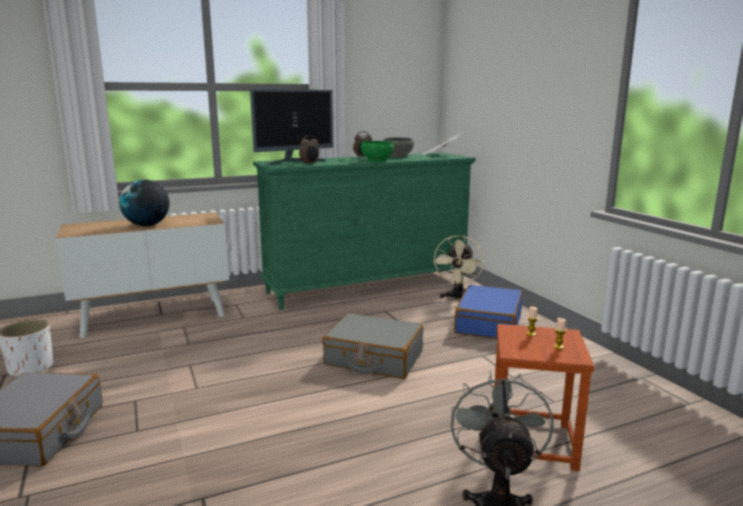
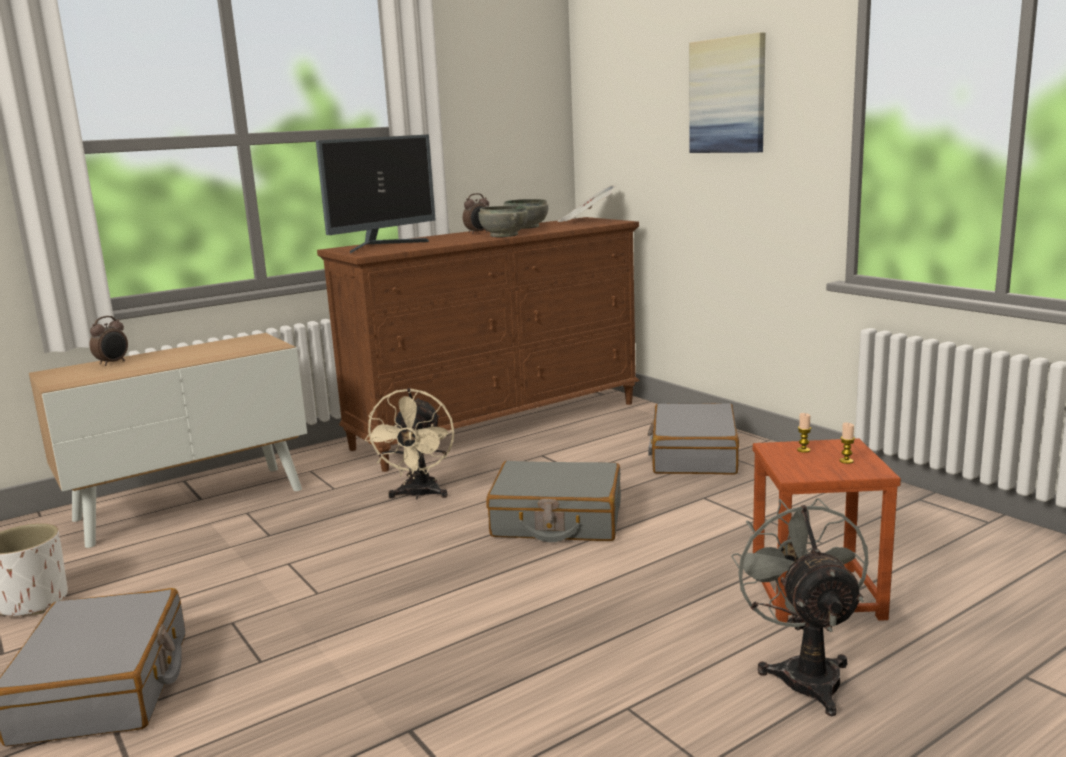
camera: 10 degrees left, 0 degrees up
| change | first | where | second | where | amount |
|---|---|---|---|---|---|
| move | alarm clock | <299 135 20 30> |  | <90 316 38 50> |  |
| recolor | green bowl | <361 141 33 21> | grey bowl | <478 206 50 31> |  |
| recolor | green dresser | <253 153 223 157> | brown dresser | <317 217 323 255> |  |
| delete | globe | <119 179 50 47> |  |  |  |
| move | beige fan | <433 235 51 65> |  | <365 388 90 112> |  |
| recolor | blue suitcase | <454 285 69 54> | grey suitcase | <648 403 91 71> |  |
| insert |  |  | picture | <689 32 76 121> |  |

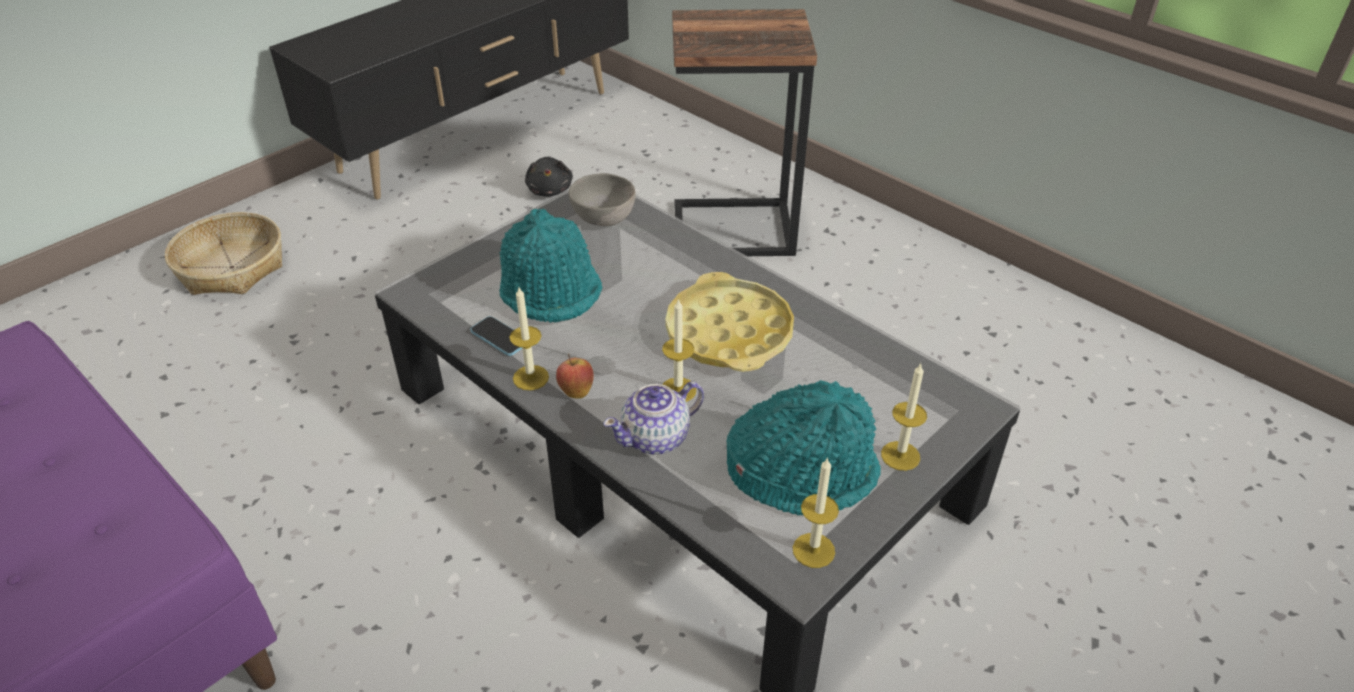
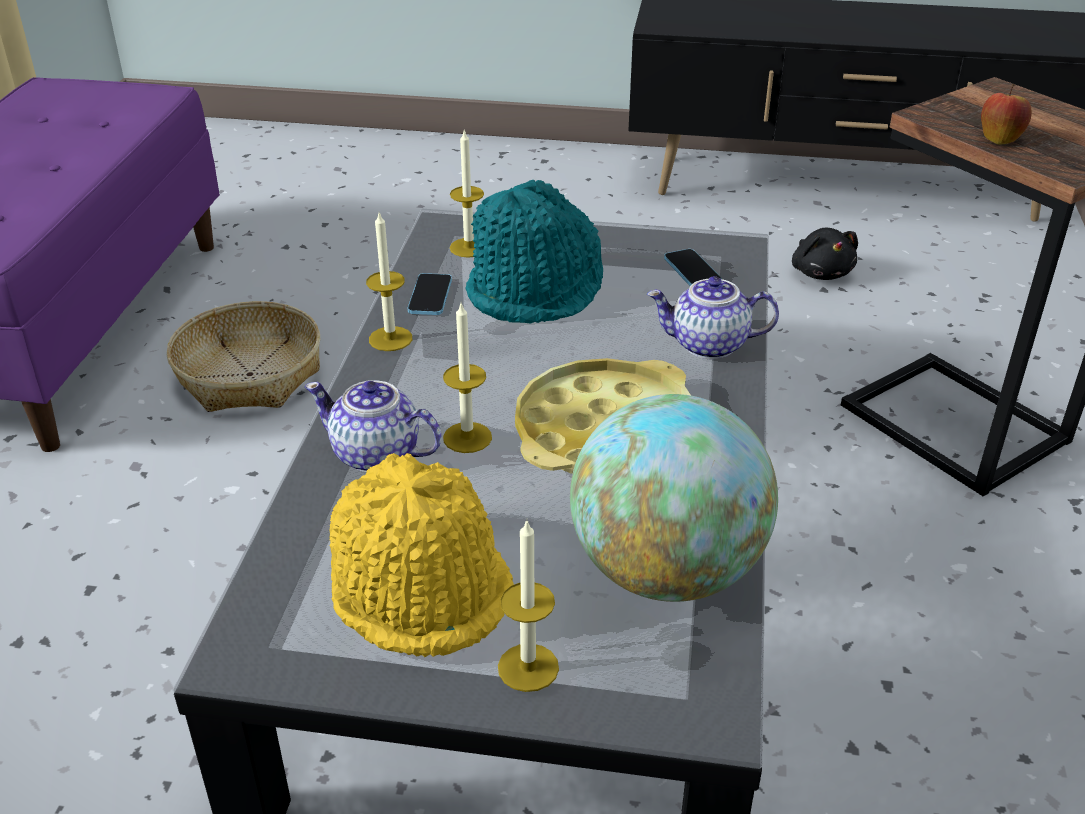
camera: 55 degrees right, 5 degrees down
| change | first | where | second | where | amount |
|---|---|---|---|---|---|
| rotate | black plush toy | <525 157 48 40> |  | <792 228 66 52> | 60 degrees counterclockwise |
| replace | grey bowl | <569 173 67 53> | phone | <664 249 58 37> |  |
| move | basket | <165 212 117 83> |  | <167 301 153 111> |  |
| move | apple | <556 354 38 45> |  | <981 84 51 61> |  |
| recolor | turquoise hat | <727 380 154 135> | yellow hat | <330 453 184 204> |  |
| move | candle | <793 457 46 111> |  | <450 131 34 127> |  |
| insert |  |  | teapot | <647 276 132 83> |  |
| insert |  |  | globe | <570 394 208 208> |  |

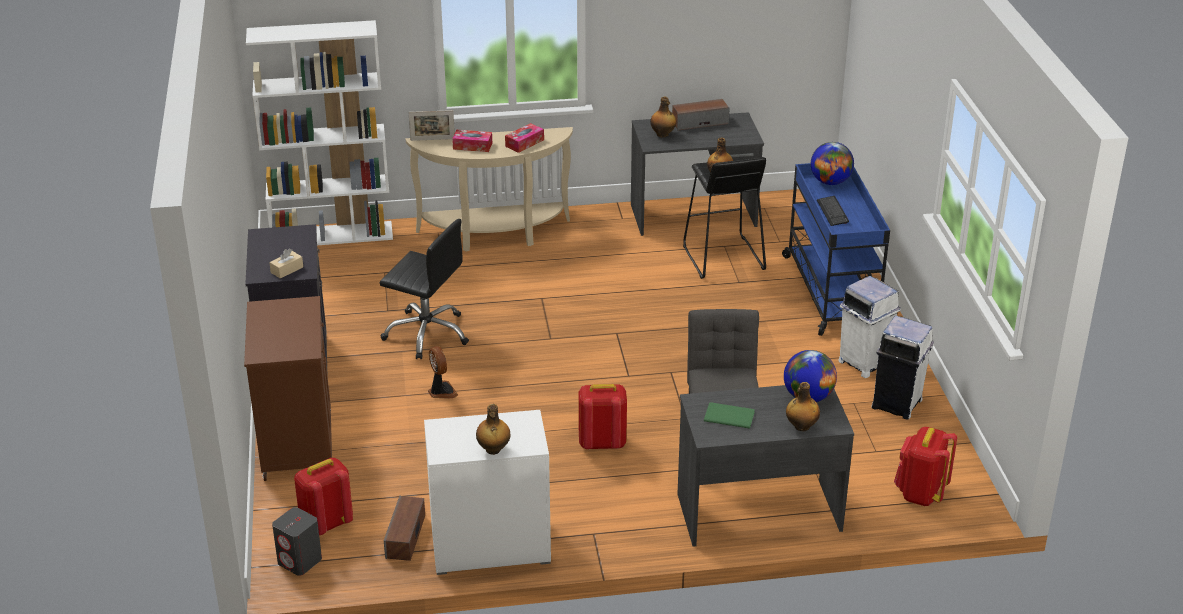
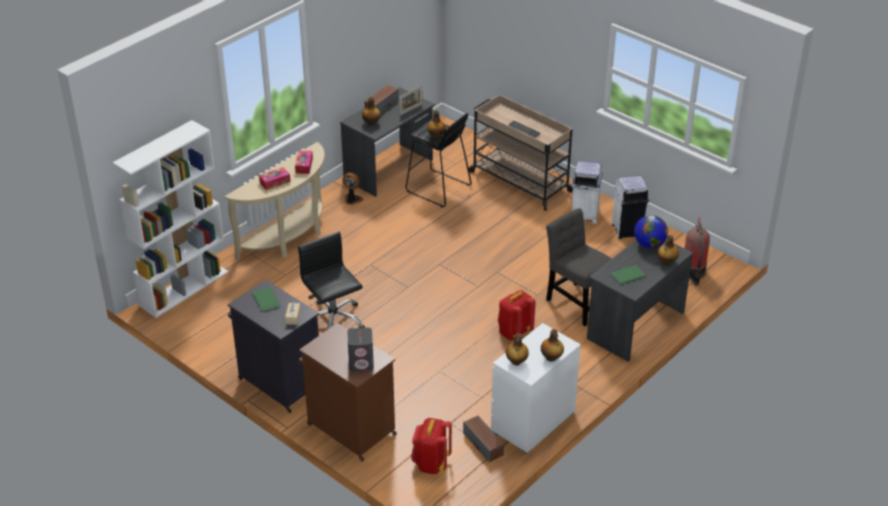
camera: 40 degrees left, 5 degrees up
| change | first | where | second | where | amount |
|---|---|---|---|---|---|
| move | picture frame | <409 110 46 31> |  | <399 85 24 31> |  |
| delete | globe | <811 142 43 43> |  |  |  |
| recolor | blue cart | <782 163 108 173> | beige cart | <469 95 104 116> |  |
| rotate | black office chair | <380 219 89 140> |  | <298 232 67 98> | 105 degrees counterclockwise |
| move | fan | <428 346 30 53> |  | <342 172 22 33> |  |
| replace | red backpack | <894 427 63 79> | fire extinguisher | <685 217 25 69> |  |
| move | grey speaker | <272 507 50 69> |  | <347 328 27 44> |  |
| insert |  |  | green book | <253 287 27 25> |  |
| insert |  |  | bottle | <506 333 23 33> |  |

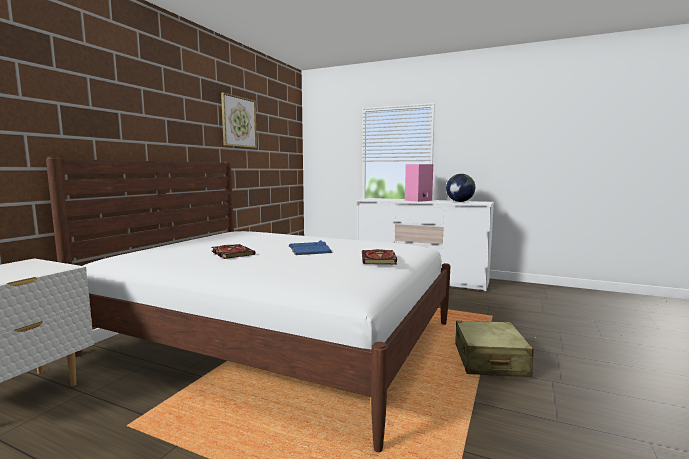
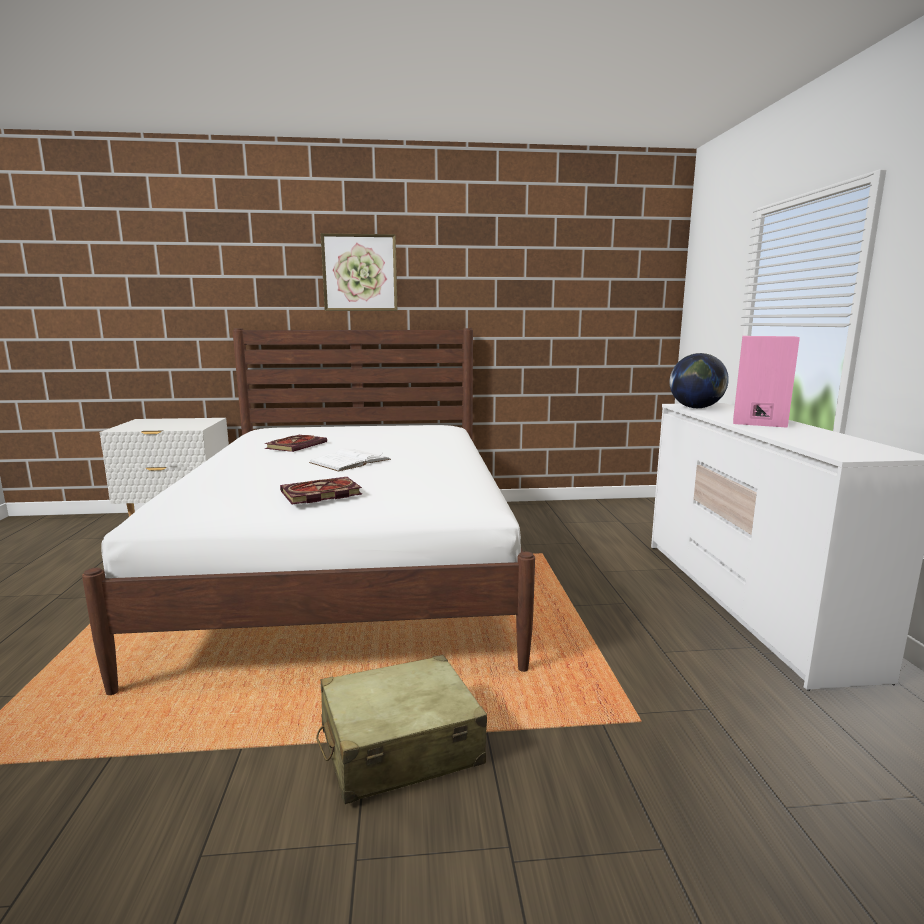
camera: 60 degrees right, 5 degrees up
| change | first | where | second | where | amount |
|---|---|---|---|---|---|
| move | picture | <221 92 36 56> |  | <321 233 76 78> |  |
| move | globe | <446 174 29 28> |  | <669 353 60 55> |  |
| recolor | blue book | <288 240 44 15> | white book | <309 449 82 23> |  |

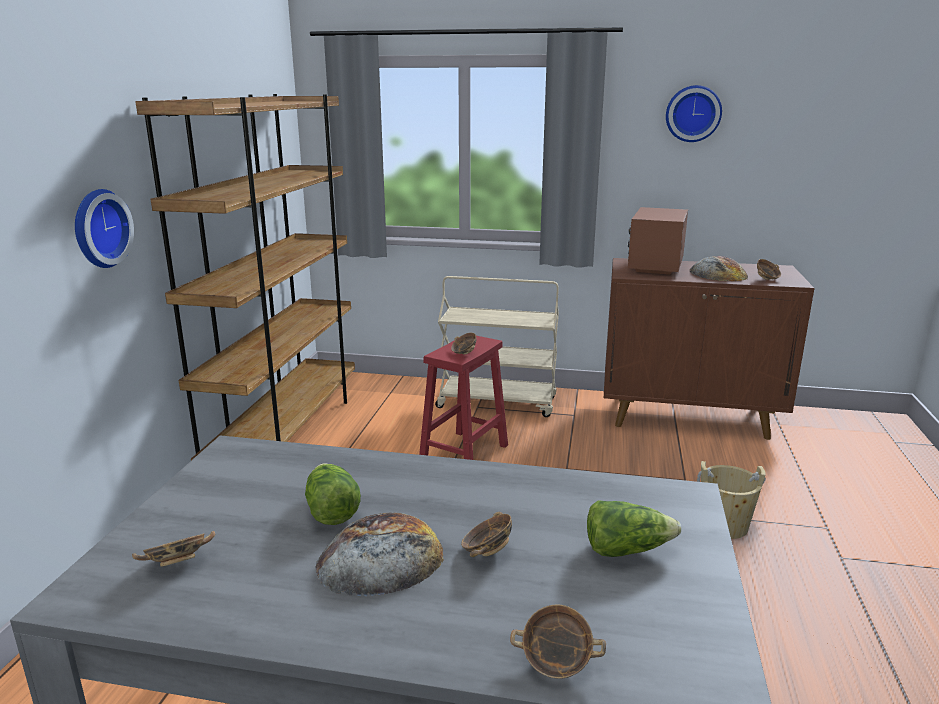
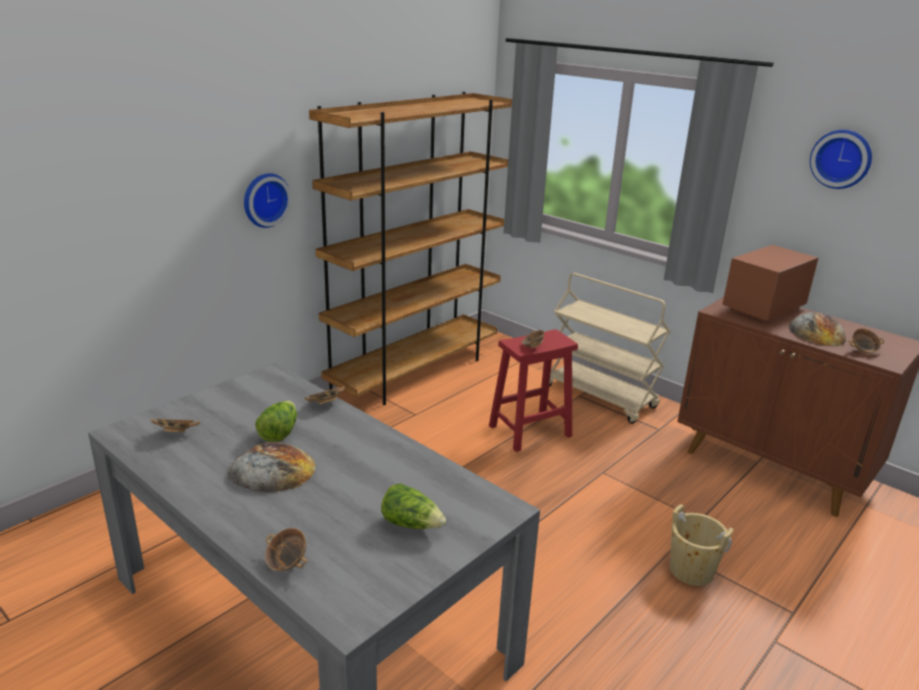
camera: 30 degrees right, 5 degrees up
| change | first | where | second | where | amount |
|---|---|---|---|---|---|
| move | bowl | <461 512 51 45> |  | <305 386 40 19> |  |

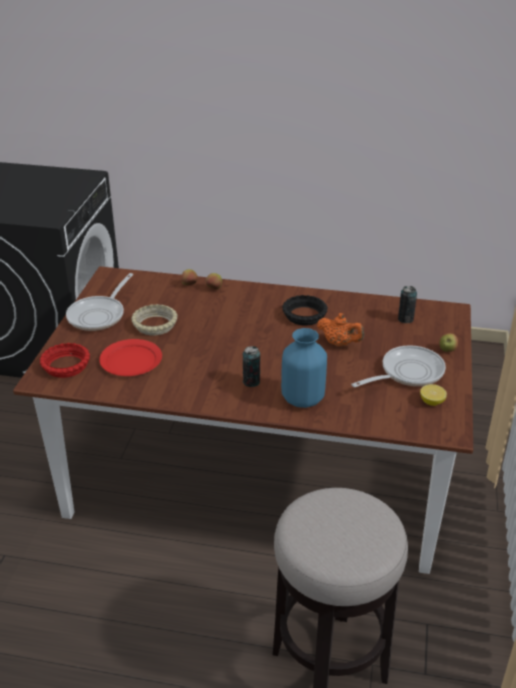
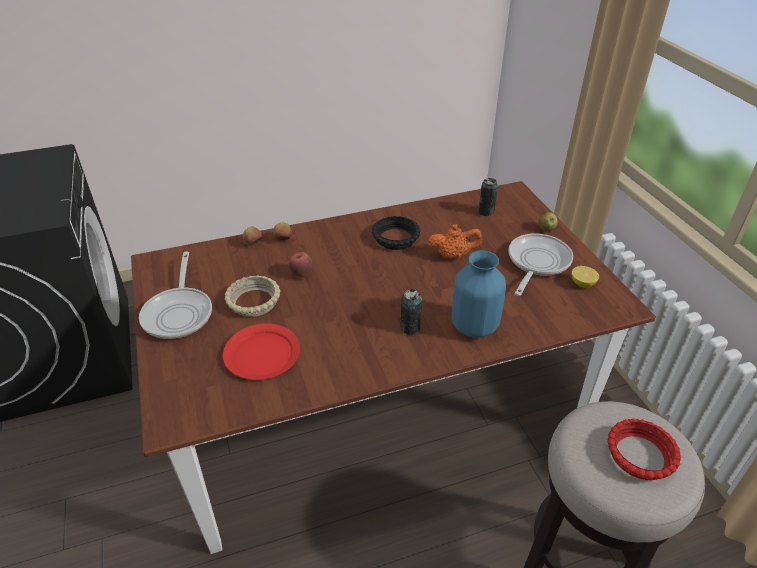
camera: 30 degrees left, 5 degrees up
| change | first | where | second | where | amount |
|---|---|---|---|---|---|
| move | red bowl | <40 343 50 35> |  | <608 419 73 61> |  |
| insert |  |  | apple | <289 252 23 26> |  |

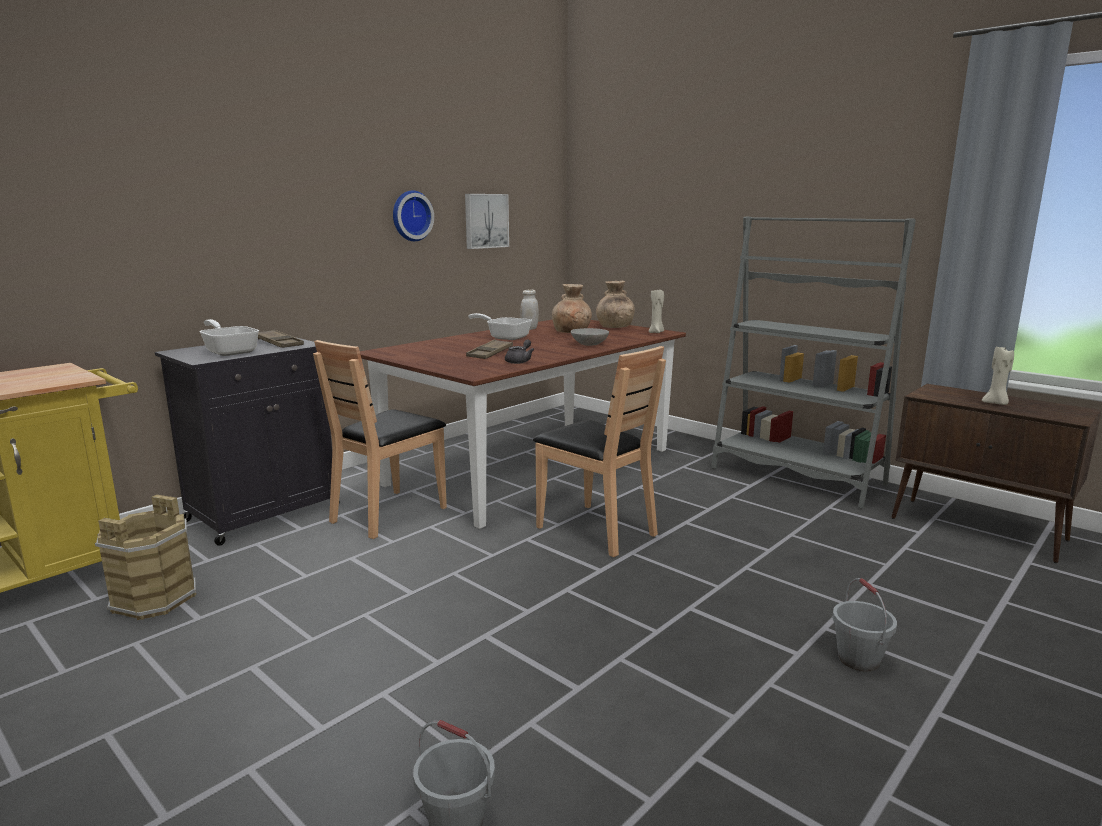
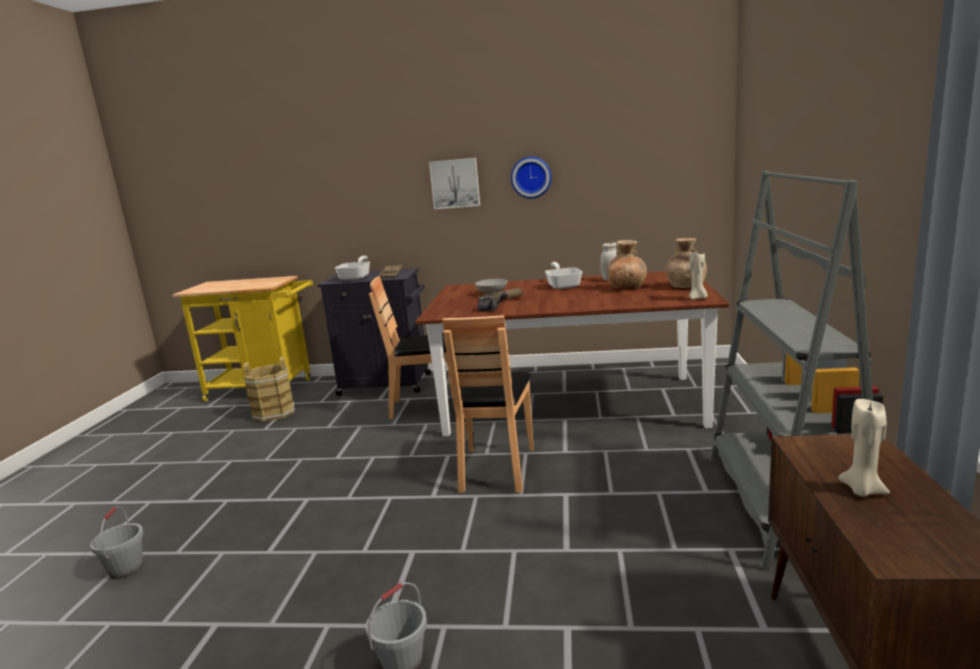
camera: 55 degrees right, 0 degrees up
| change | first | where | second | where | amount |
|---|---|---|---|---|---|
| move | picture | <465 194 44 55> |  | <429 158 51 51> |  |
| move | grey bowl | <571 328 38 18> |  | <475 279 32 15> |  |

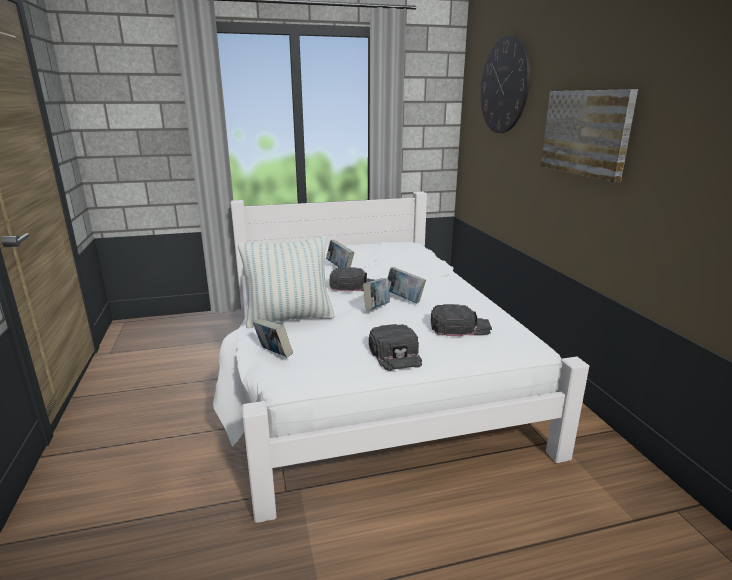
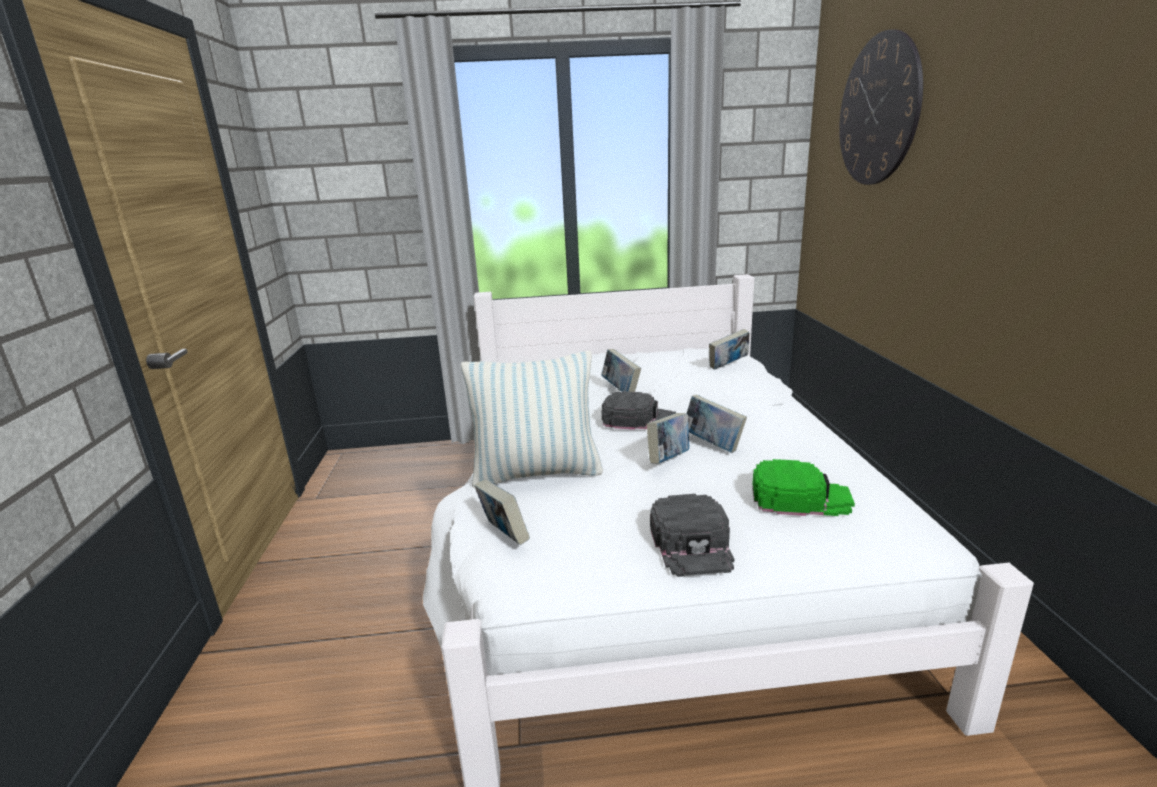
camera: 10 degrees right, 0 degrees up
| change | first | where | second | where | amount |
|---|---|---|---|---|---|
| delete | picture | <541 89 97 93> |  |  |  |
| recolor | black cap | <431 304 61 32> | green cap | <752 459 103 57> |  |
| insert |  |  | book | <709 329 41 41> |  |

